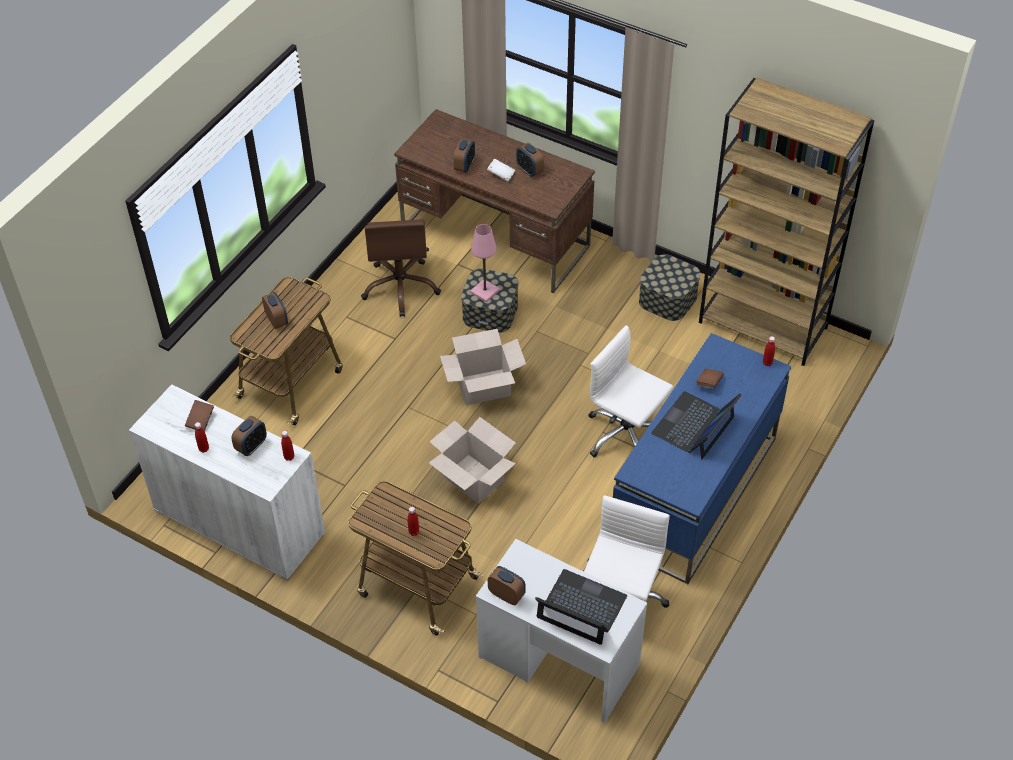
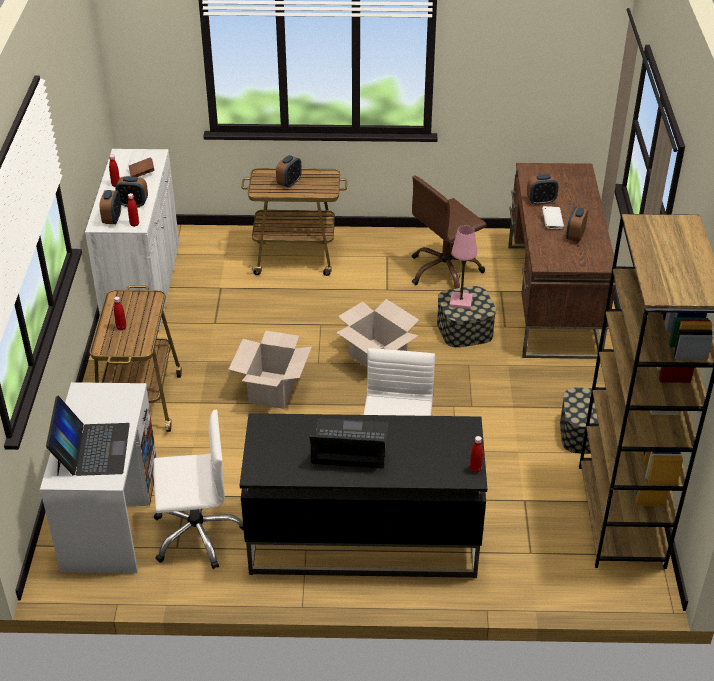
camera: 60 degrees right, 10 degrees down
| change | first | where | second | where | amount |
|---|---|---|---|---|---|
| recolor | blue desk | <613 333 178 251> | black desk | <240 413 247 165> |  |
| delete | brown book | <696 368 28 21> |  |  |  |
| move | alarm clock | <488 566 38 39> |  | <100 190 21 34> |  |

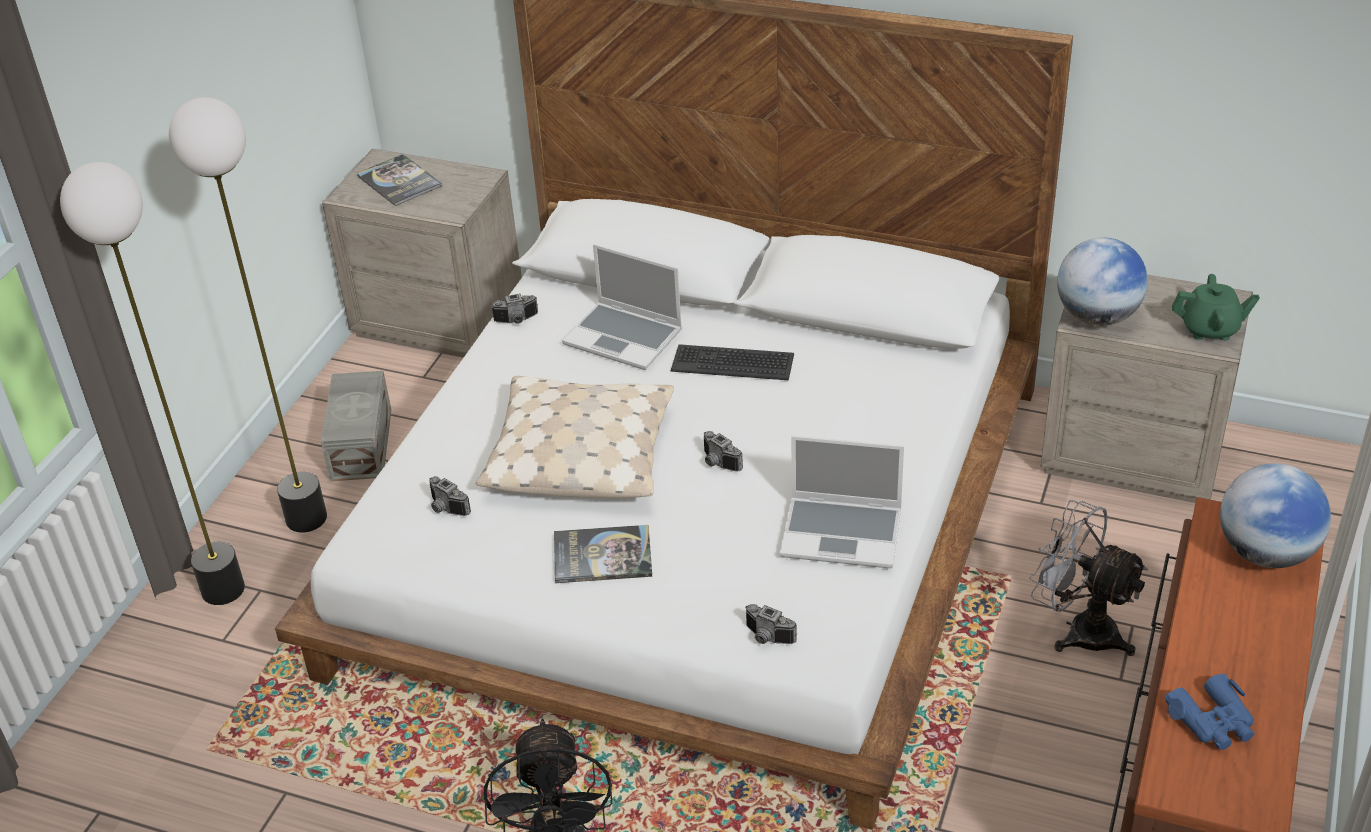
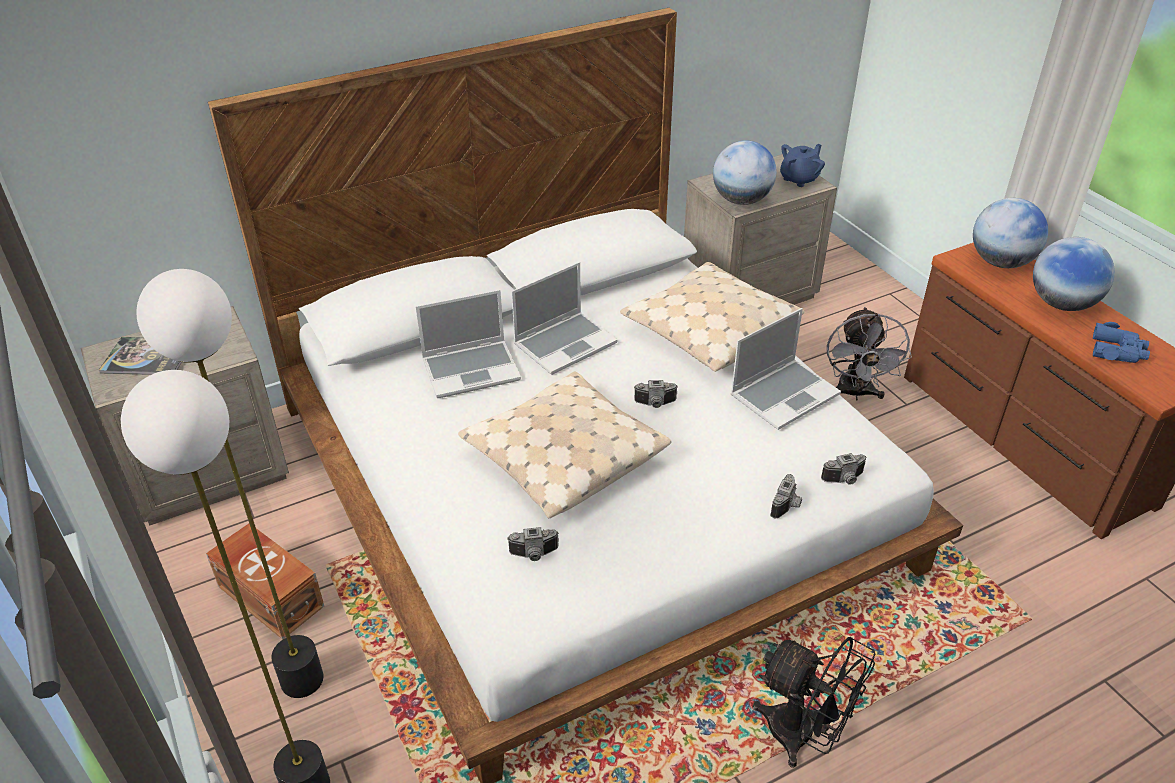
camera: 50 degrees left, 0 degrees up
| change | first | where | second | where | amount |
|---|---|---|---|---|---|
| recolor | green teapot | <1172 274 88 67> | blue teapot | <780 144 45 43> |  |
| move | photo camera | <491 294 47 30> |  | <770 474 32 44> |  |
| replace | keyboard | <671 344 123 36> | laptop | <511 262 106 113> |  |
| recolor | grey storage box | <321 371 70 110> | brown storage box | <206 523 118 116> |  |
| rotate | grey fan | <1030 500 118 156> |  | <827 307 85 93> | 75 degrees counterclockwise |
| delete | book | <554 525 98 58> |  |  |  |
| insert |  |  | globe | <1033 237 82 74> |  |
| insert |  |  | beige pillow | <620 262 184 110> |  |

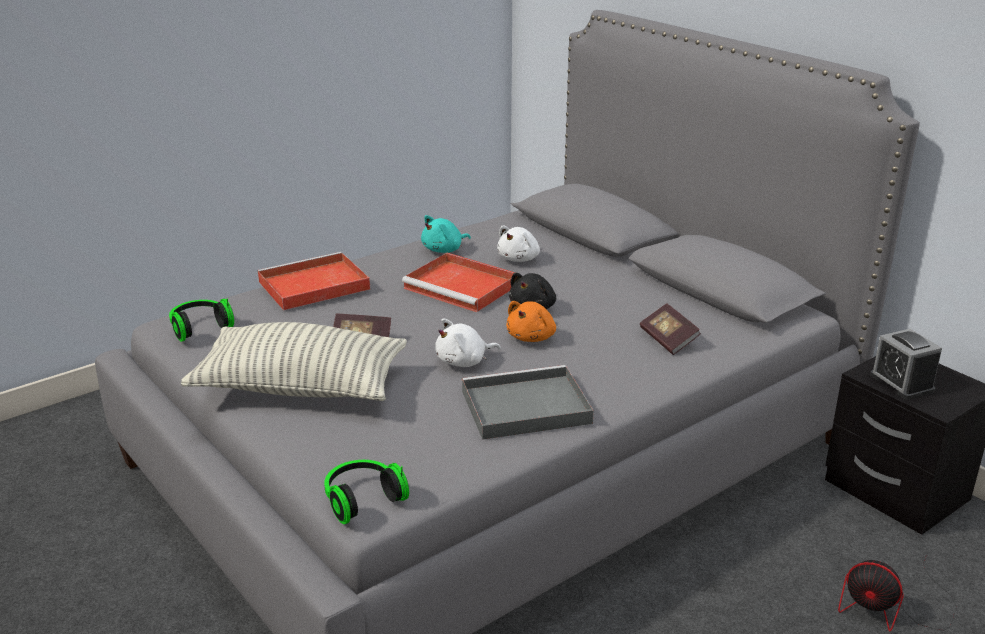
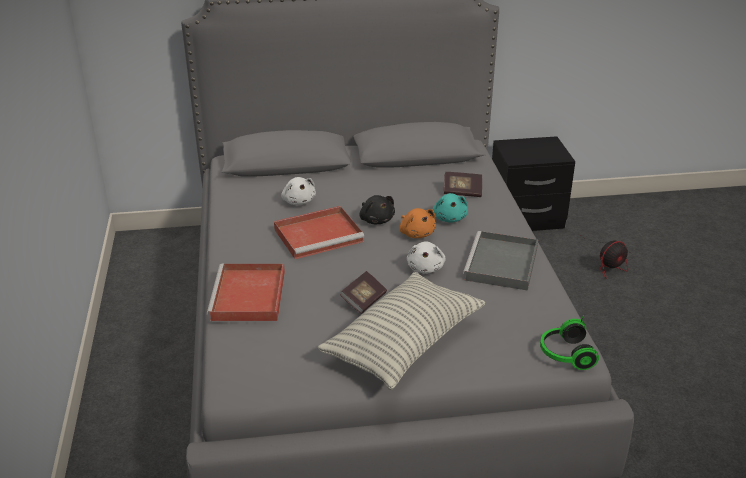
camera: 60 degrees left, 5 degrees up
| change | first | where | second | where | amount |
|---|---|---|---|---|---|
| move | turquoise plush toy | <421 215 50 38> |  | <433 193 35 30> |  |
| delete | headphones | <169 298 65 44> |  |  |  |
| delete | alarm clock | <870 329 72 71> |  |  |  |

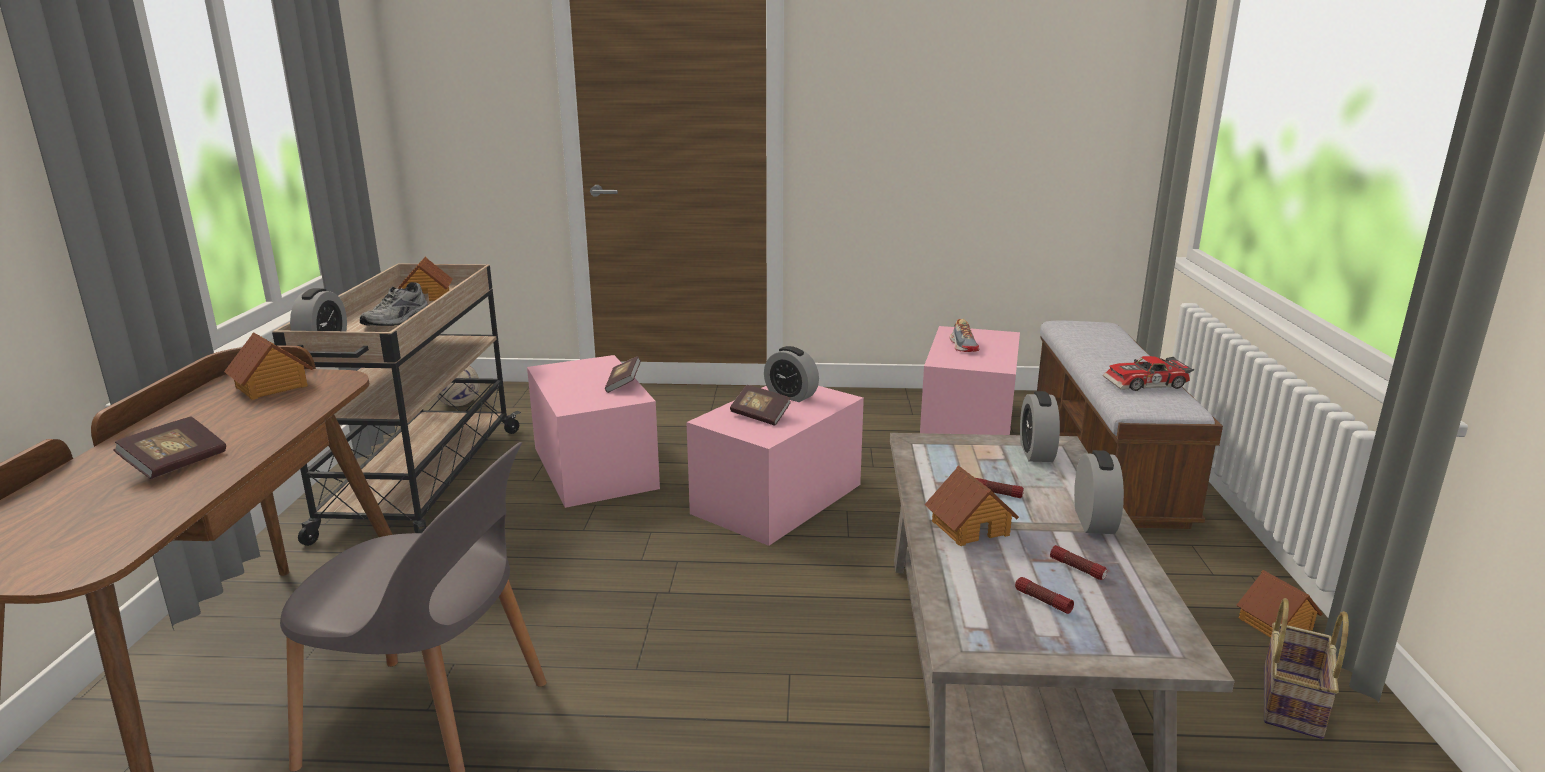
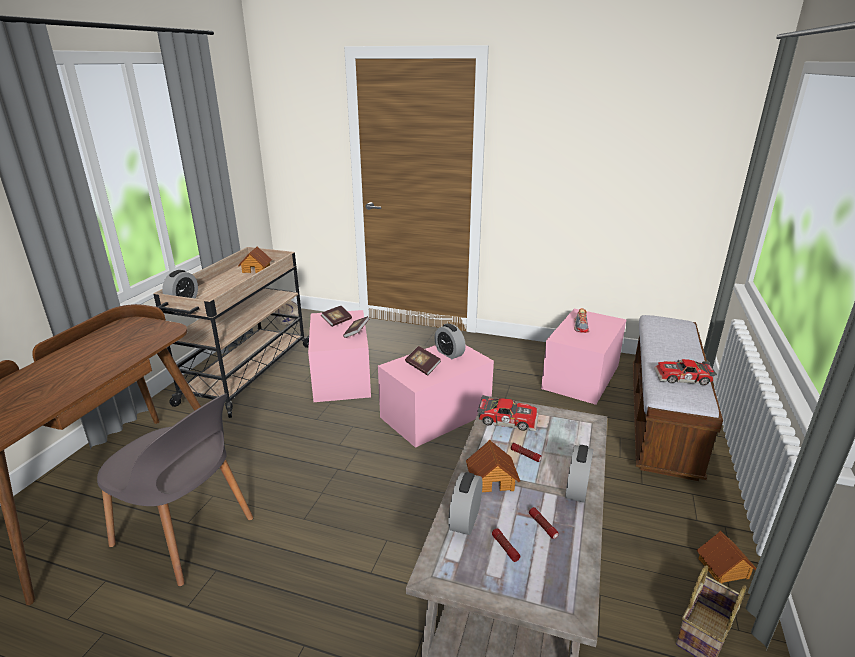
camera: 15 degrees right, 5 degrees up
| change | first | where | second | where | amount |
|---|---|---|---|---|---|
| delete | grey shoe | <360 282 68 44> |  |  |  |
| delete | toy house | <224 332 89 68> |  |  |  |
| move | alarm clock | <1020 391 40 71> |  | <448 472 35 63> |  |
| move | book | <113 417 113 62> |  | <321 306 31 21> |  |
| insert |  |  | toy car | <477 395 61 36> |  |

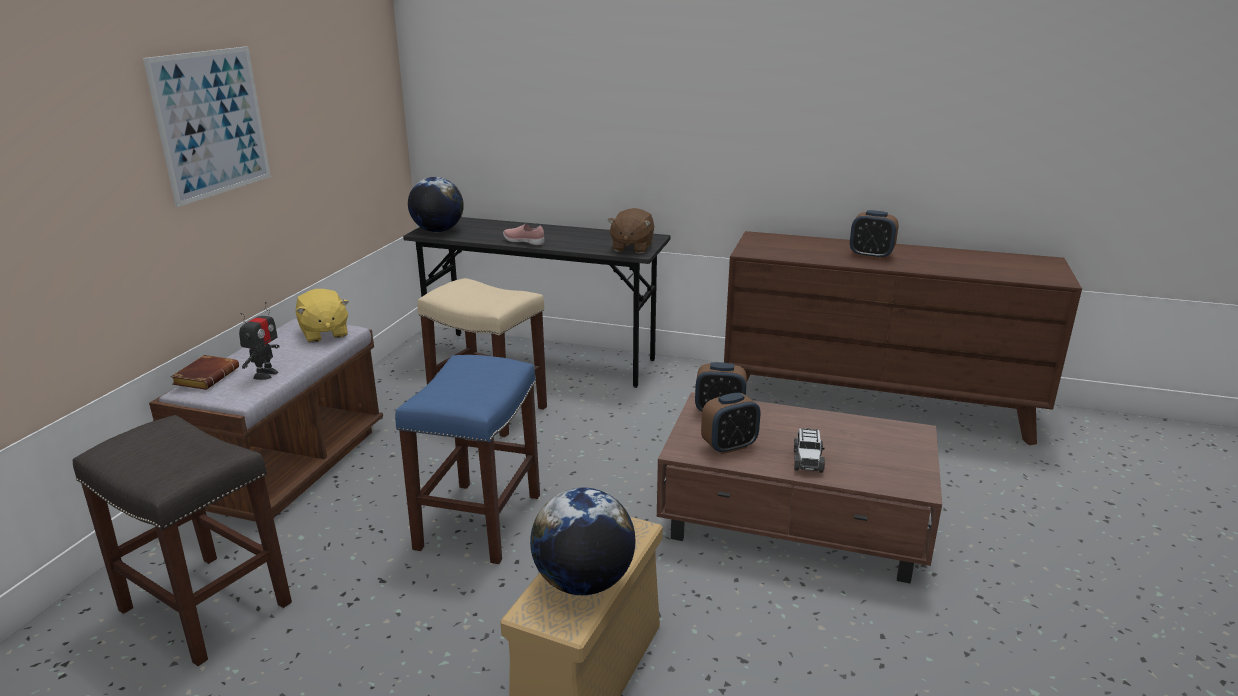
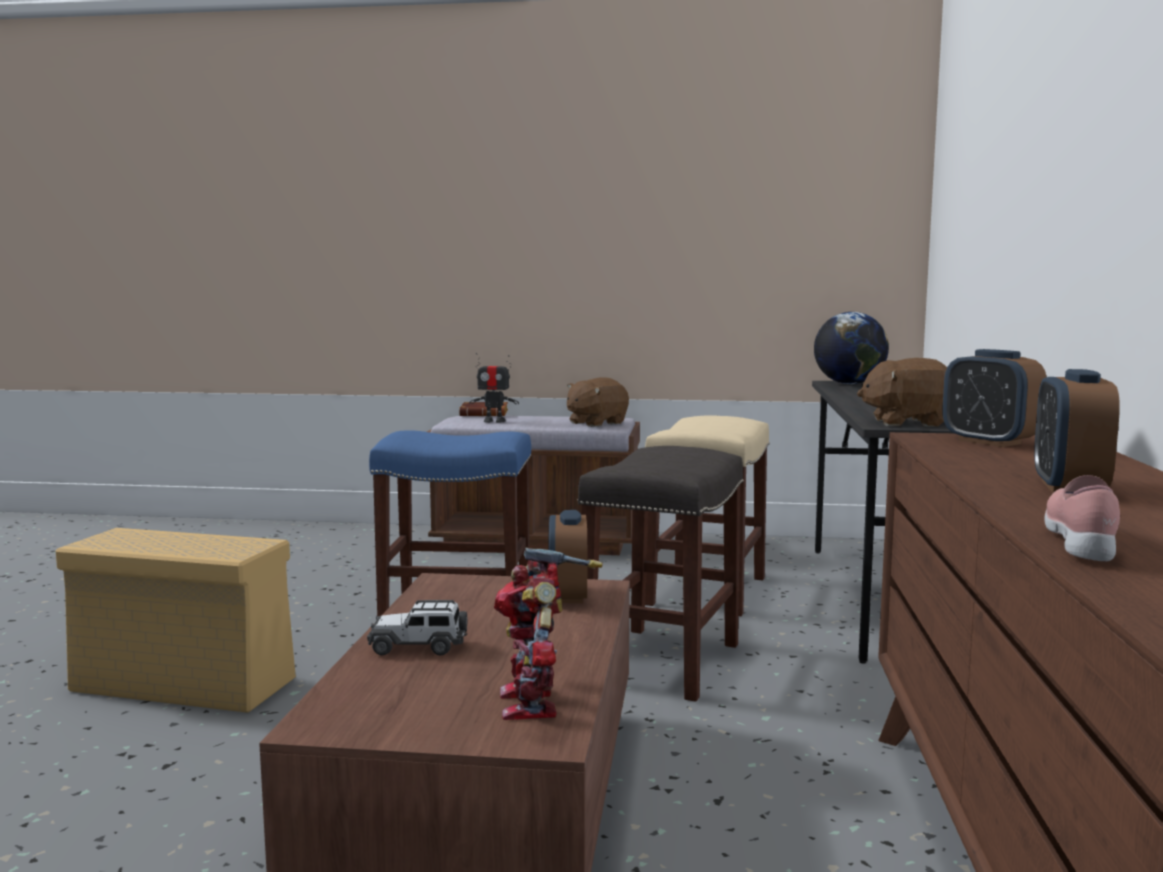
camera: 80 degrees right, 15 degrees down
| change | first | where | second | where | amount |
|---|---|---|---|---|---|
| delete | picture | <143 46 128 161> |  |  |  |
| move | pink shoe | <503 224 42 21> |  | <1044 475 76 86> |  |
| recolor | yellow plush toy | <296 289 53 54> | brown plush toy | <567 377 62 50> |  |
| move | alarm clock | <701 393 59 61> |  | <942 349 105 98> |  |
| move | grey stool | <73 415 219 251> |  | <577 446 167 256> |  |
| delete | globe | <530 488 105 107> |  |  |  |
| insert |  |  | toy robot | <494 547 109 173> |  |

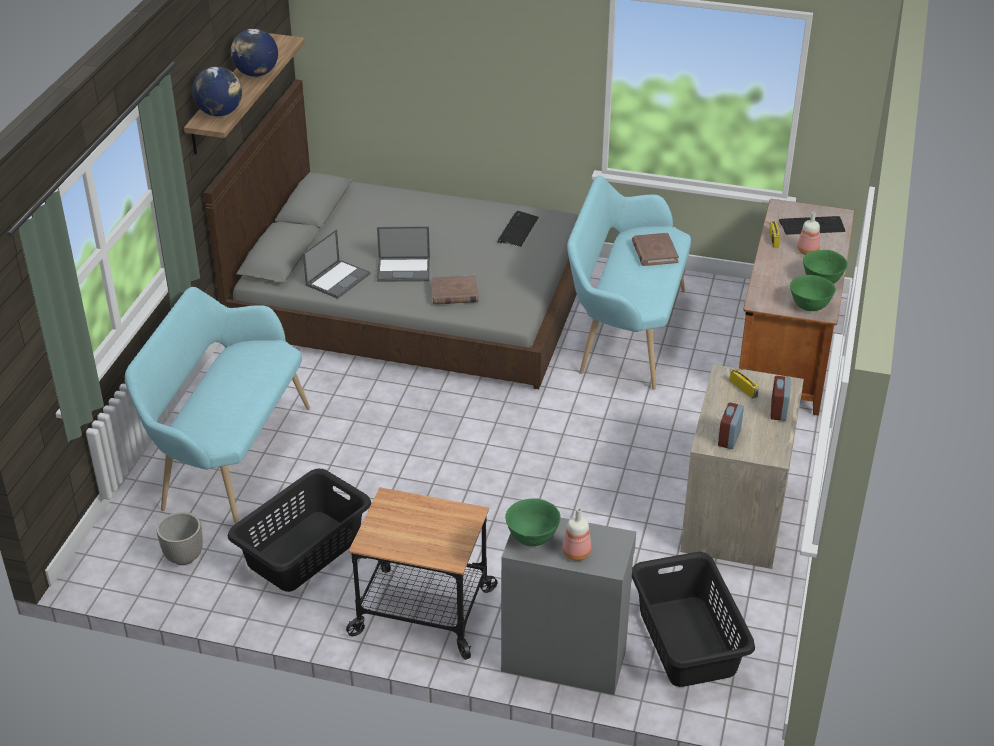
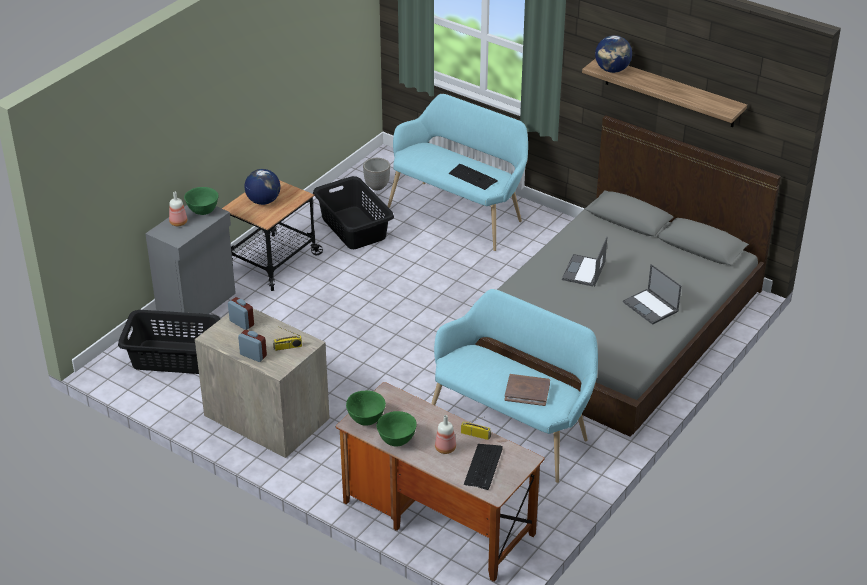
camera: 110 degrees right, 0 degrees up
| change | first | where | second | where | amount |
|---|---|---|---|---|---|
| move | globe | <231 29 47 48> |  | <244 169 36 36> |  |
| move | keyboard | <498 211 41 36> |  | <449 164 49 26> |  |
| move | laptop | <303 229 67 70> |  | <623 264 58 61> |  |
| delete | brown book | <430 275 49 30> |  |  |  |

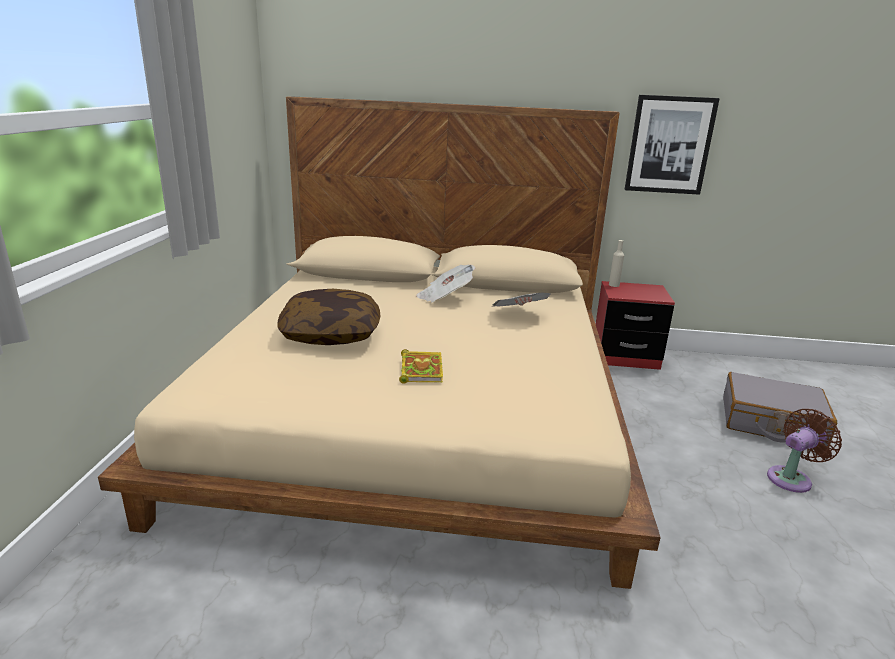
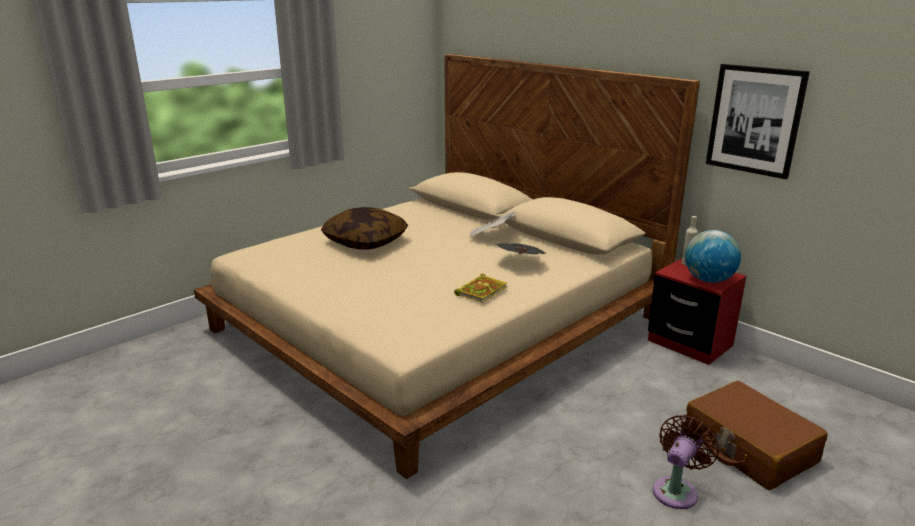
camera: 40 degrees right, 0 degrees up
| change | first | where | second | where | amount |
|---|---|---|---|---|---|
| move | book | <399 349 44 35> |  | <454 274 54 29> |  |
| recolor | grey suitcase | <723 372 114 75> | brown suitcase | <685 381 143 109> |  |
| rotate | brown fan | <767 409 75 84> |  | <653 415 66 94> | 60 degrees counterclockwise |
| insert |  |  | globe | <685 230 56 53> |  |

